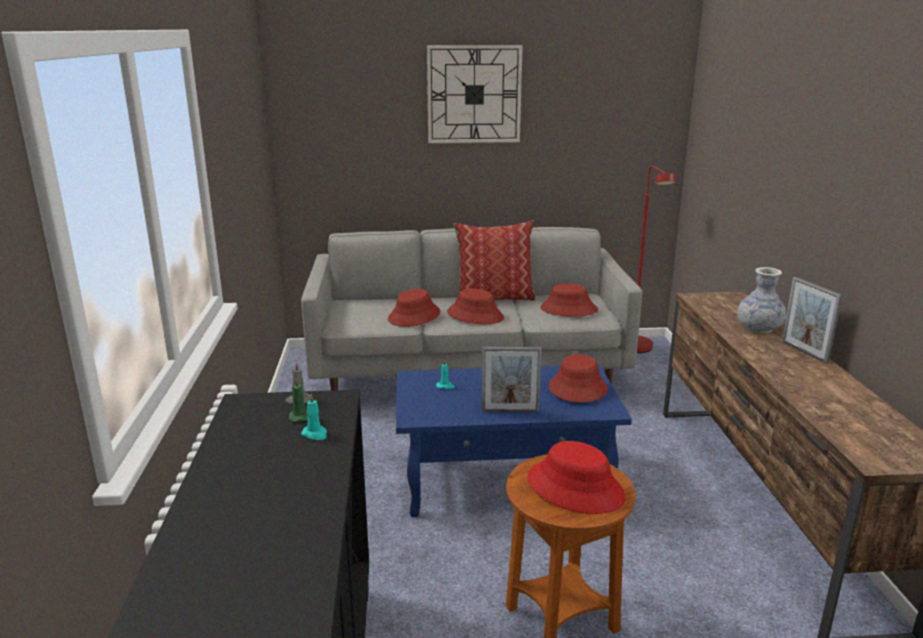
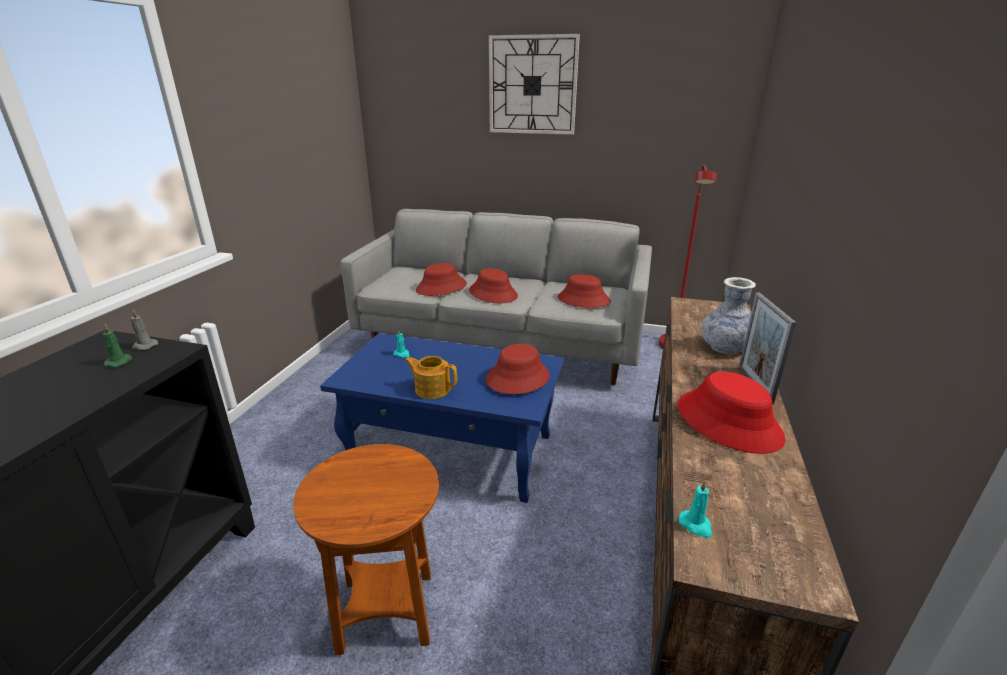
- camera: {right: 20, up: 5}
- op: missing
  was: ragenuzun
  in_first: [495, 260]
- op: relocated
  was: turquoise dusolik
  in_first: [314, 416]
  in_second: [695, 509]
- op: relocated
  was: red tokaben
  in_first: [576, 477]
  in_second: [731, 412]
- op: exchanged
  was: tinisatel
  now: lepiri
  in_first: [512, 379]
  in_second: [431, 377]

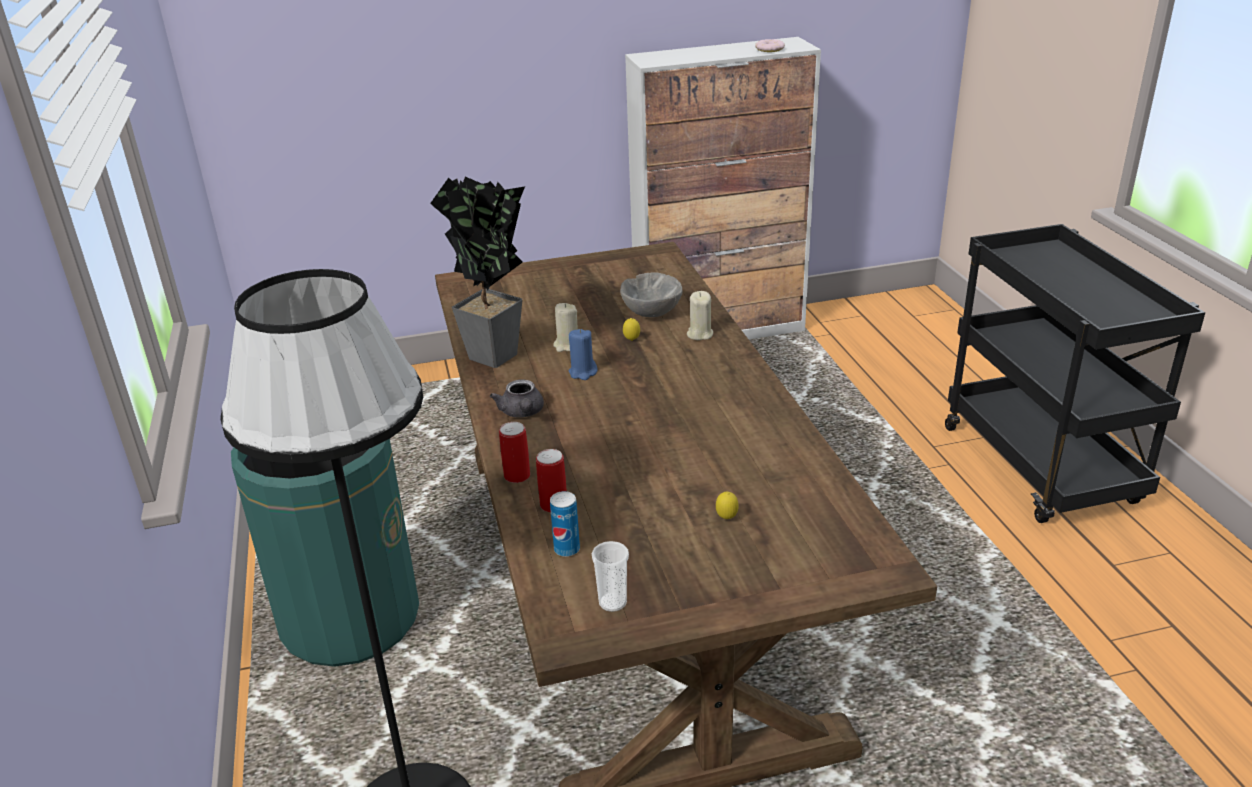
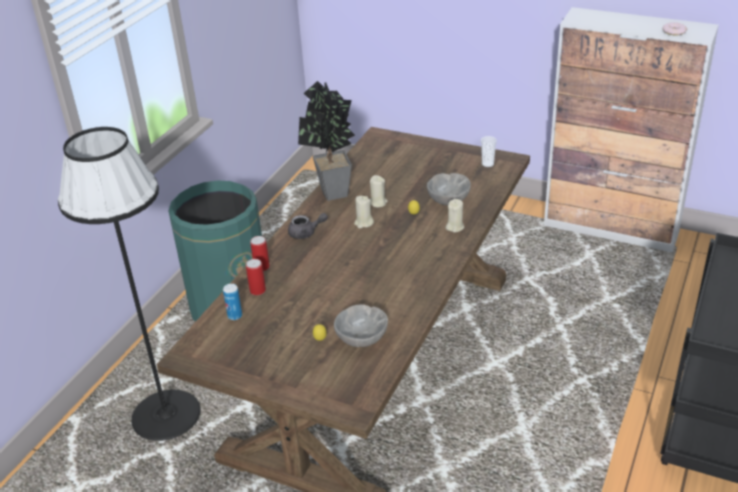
- camera: {right: 40, up: 5}
- op: appeared
  now: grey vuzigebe
  in_second: [361, 325]
- op: relocated
  was: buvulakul
  in_first: [610, 576]
  in_second: [489, 151]
- op: colour
  was: blue dusolik
  now: beige dusolik
  in_first: [583, 354]
  in_second: [364, 212]
- op: spun
  was: grey lepiri
  in_first: [517, 398]
  in_second: [308, 226]
  clockwise: -120

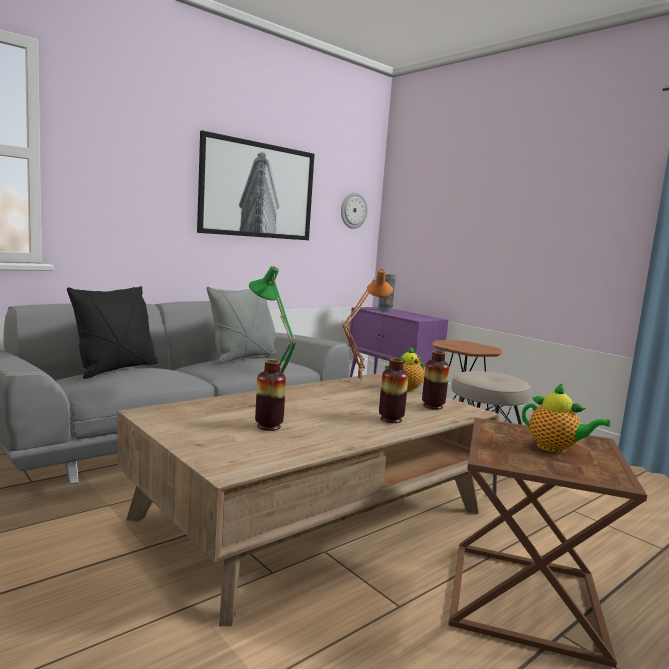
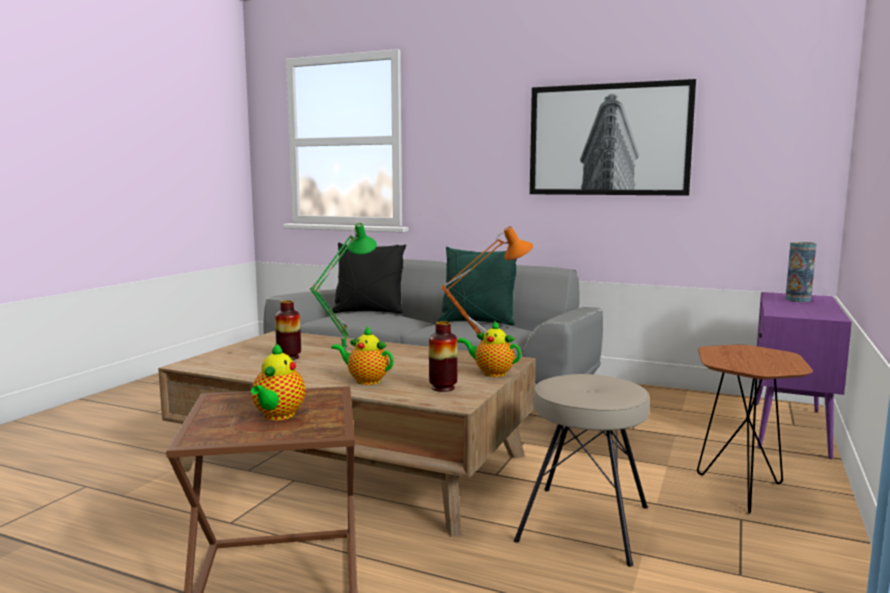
- camera: {right: 65, up: 0}
- op: missing
  was: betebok
  in_first: [354, 210]
- op: exchanged
  was: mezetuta
  now: lepiri
  in_first: [393, 390]
  in_second: [362, 355]
- op: colour
  was: grey ragenuzun
  now: green ragenuzun
  in_first: [241, 326]
  in_second: [477, 286]

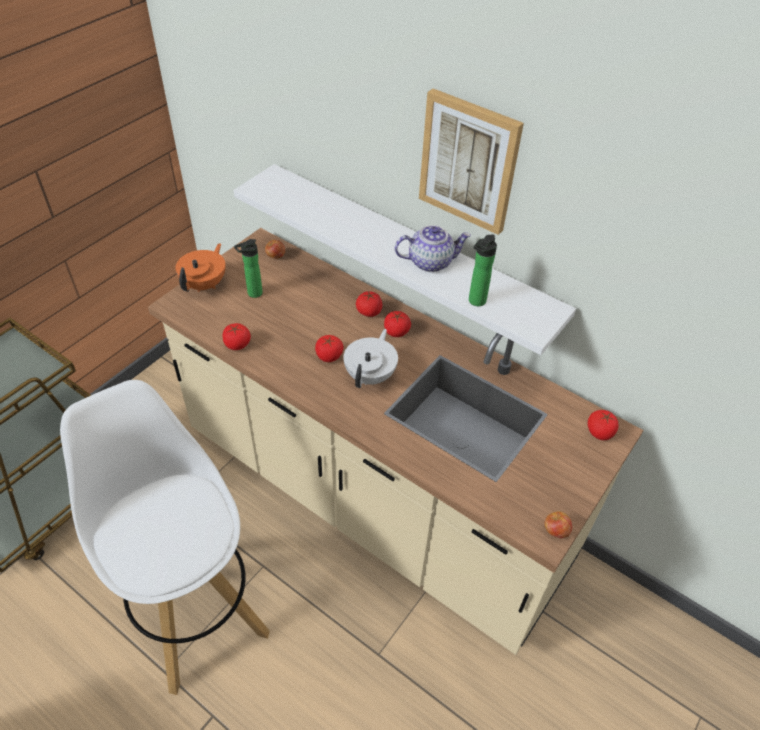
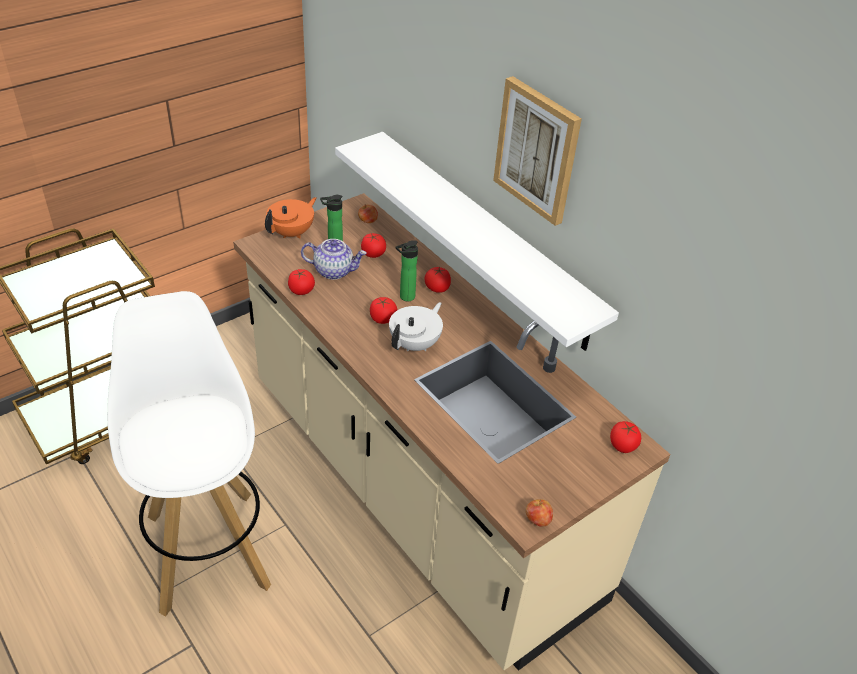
- camera: {right: 15, up: -5}
- op: relocated
  was: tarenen
  in_first: [397, 324]
  in_second: [373, 245]
- op: relocated
  was: lepiri
  in_first: [433, 248]
  in_second: [333, 259]
- op: relocated
  was: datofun
  in_first: [483, 270]
  in_second: [407, 270]

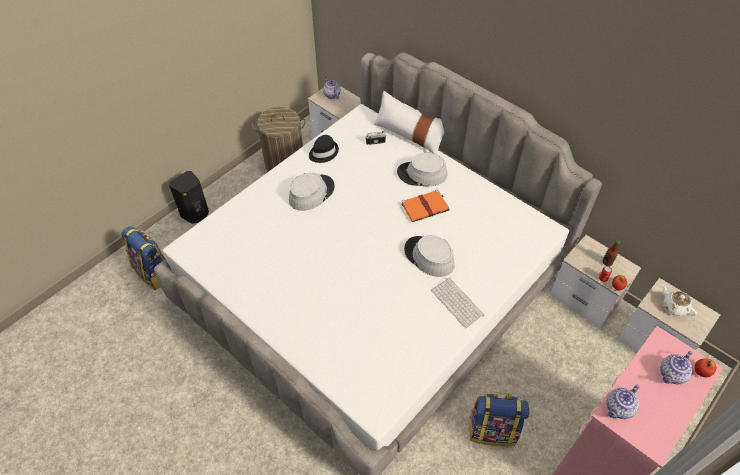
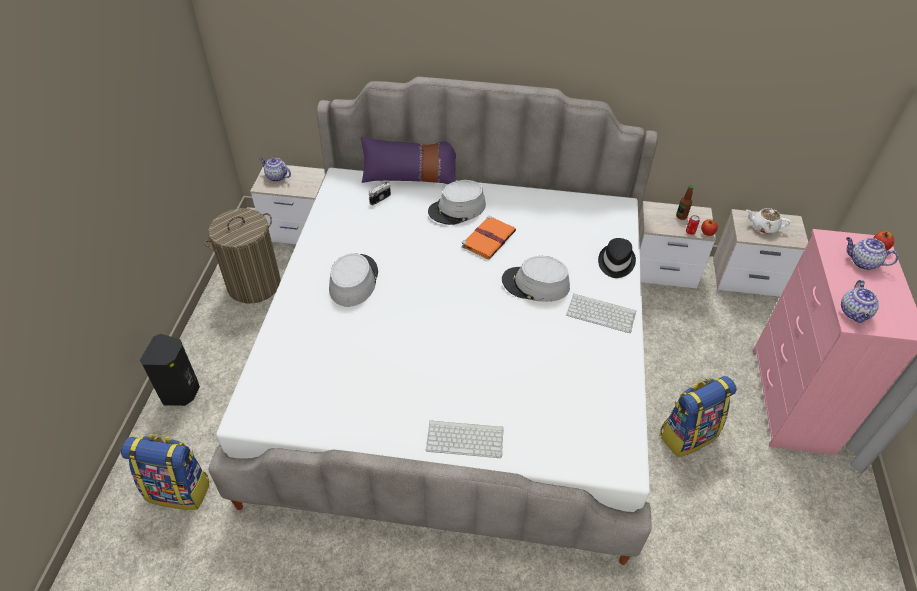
- camera: {right: -35, up: -5}
- op: appeared
  now: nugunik
  in_second: [465, 439]
- op: relocated
  was: black tokaben
  in_first: [324, 149]
  in_second: [617, 258]
- op: colour
  was: white ragenuzun
  now: purple ragenuzun
  in_first: [408, 122]
  in_second: [408, 160]
- op: spun
  was: lepiri
  in_first: [676, 367]
  in_second: [872, 253]
  clockwise: 105

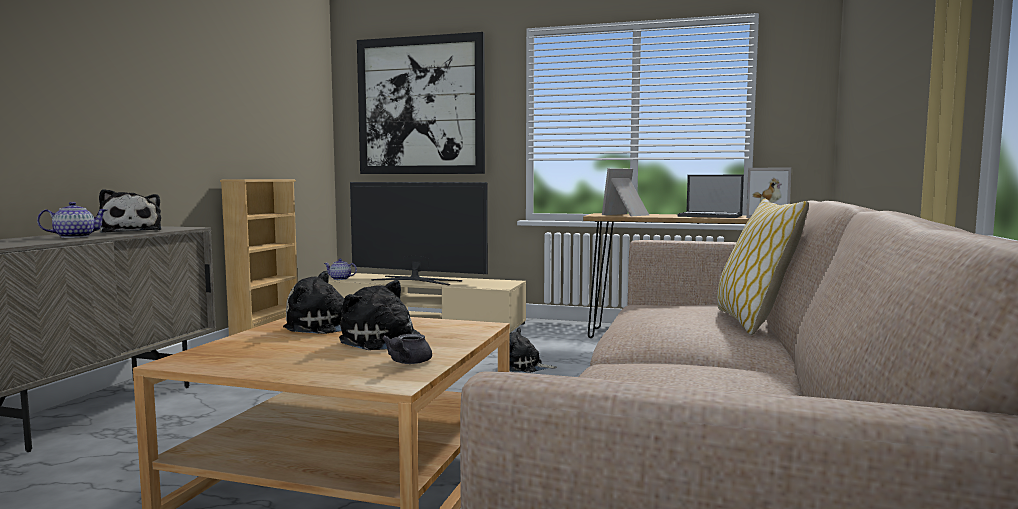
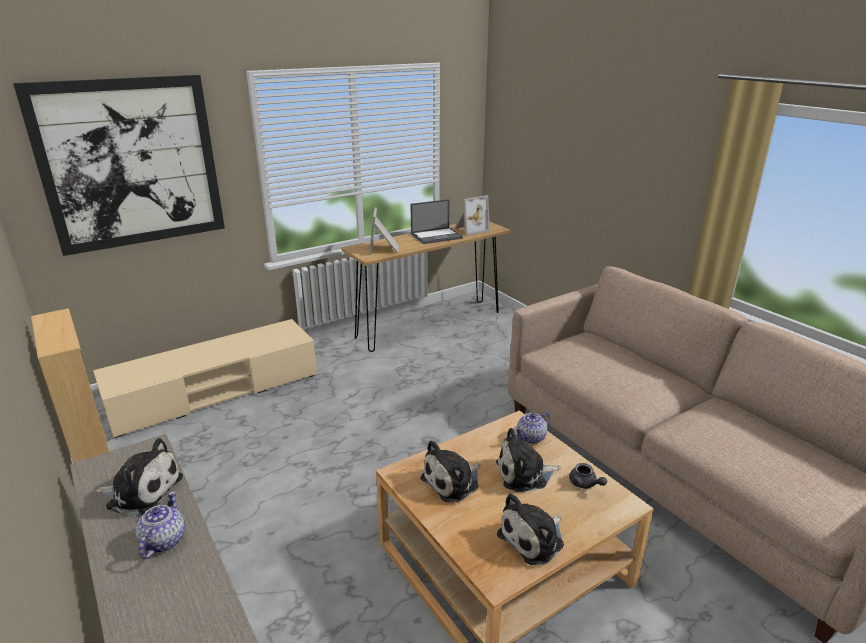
- camera: {right: -50, up: 20}
- op: missing
  was: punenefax
  in_first: [419, 233]
- op: missing
  was: ragenuzun
  in_first: [763, 267]
- op: relocated
  was: lepiri
  in_first: [340, 269]
  in_second: [532, 427]
- op: relocated
  was: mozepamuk
  in_first: [533, 350]
  in_second: [530, 529]

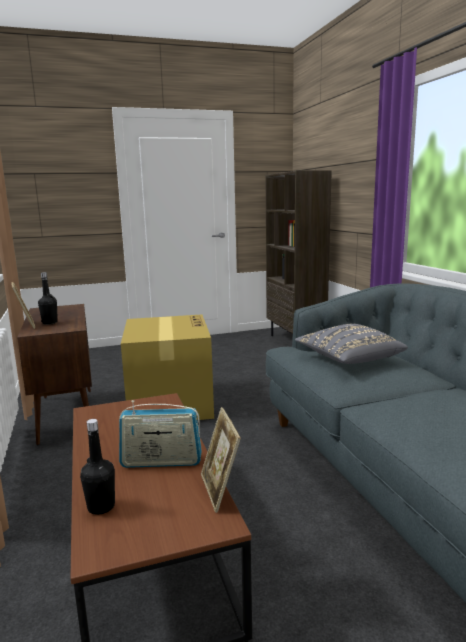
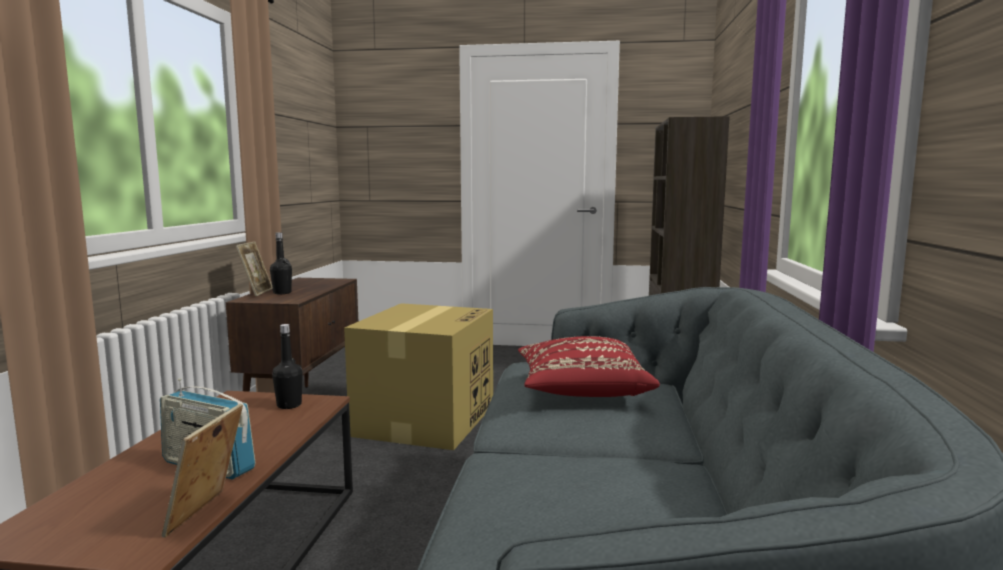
- camera: {right: 25, up: -5}
- op: relocated
  was: black datofun
  in_first: [97, 467]
  in_second: [287, 366]
- op: colour
  was: grey ragenuzun
  now: red ragenuzun
  in_first: [351, 344]
  in_second: [589, 366]

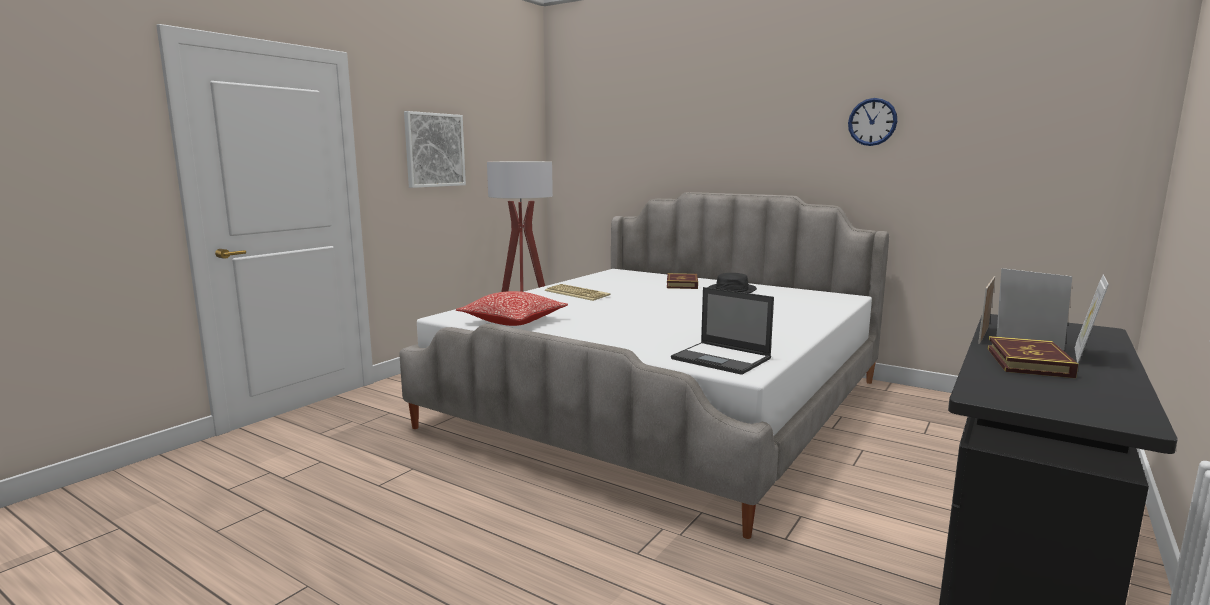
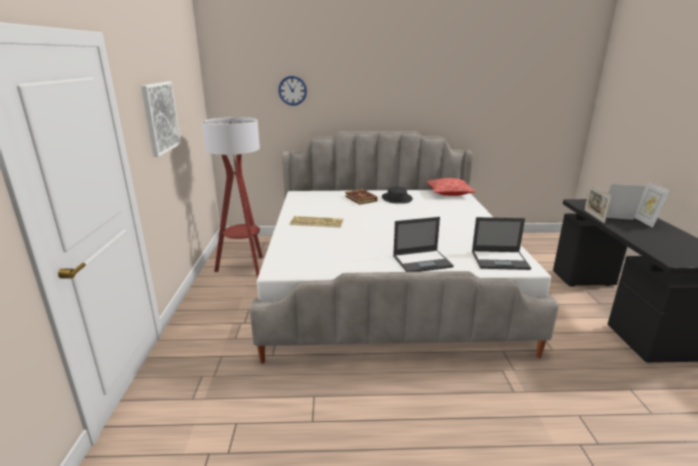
- camera: {right: -35, up: 10}
- op: missing
  was: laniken
  in_first: [1032, 357]
- op: appeared
  now: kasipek
  in_second: [423, 244]
- op: relocated
  was: ragenuzun
  in_first: [512, 308]
  in_second: [451, 187]
- op: relocated
  was: betebok
  in_first: [872, 122]
  in_second: [292, 91]

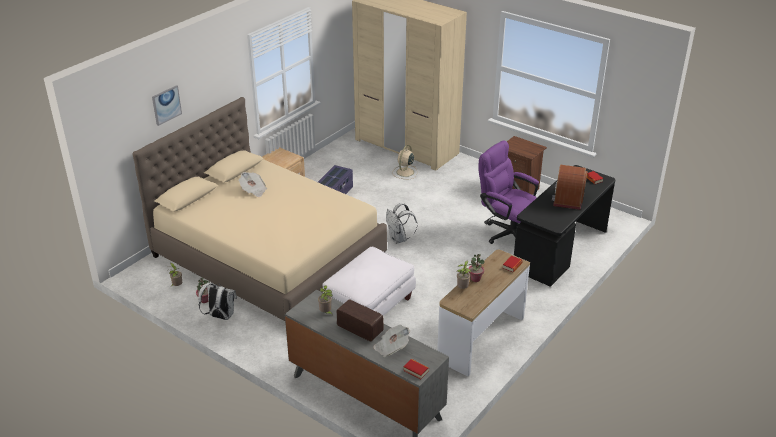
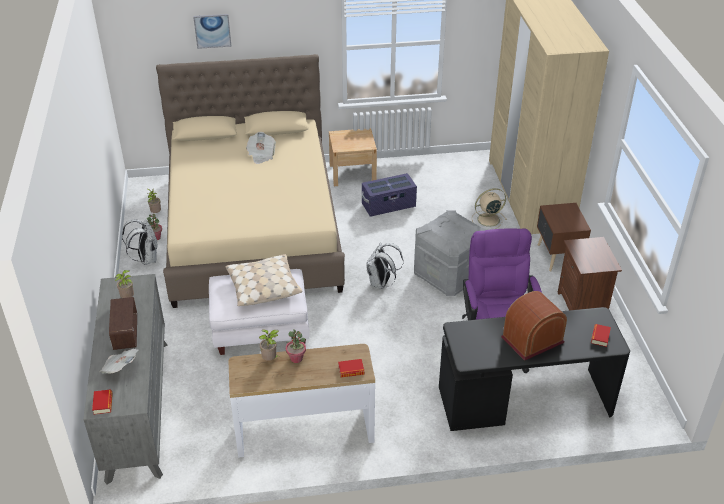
- camera: {right: 45, up: 5}
- op: appeared
  now: beige ragenuzun
  in_second: [264, 280]
- op: appeared
  now: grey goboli
  in_second: [450, 253]
- op: appeared
  now: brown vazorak
  in_second: [564, 237]

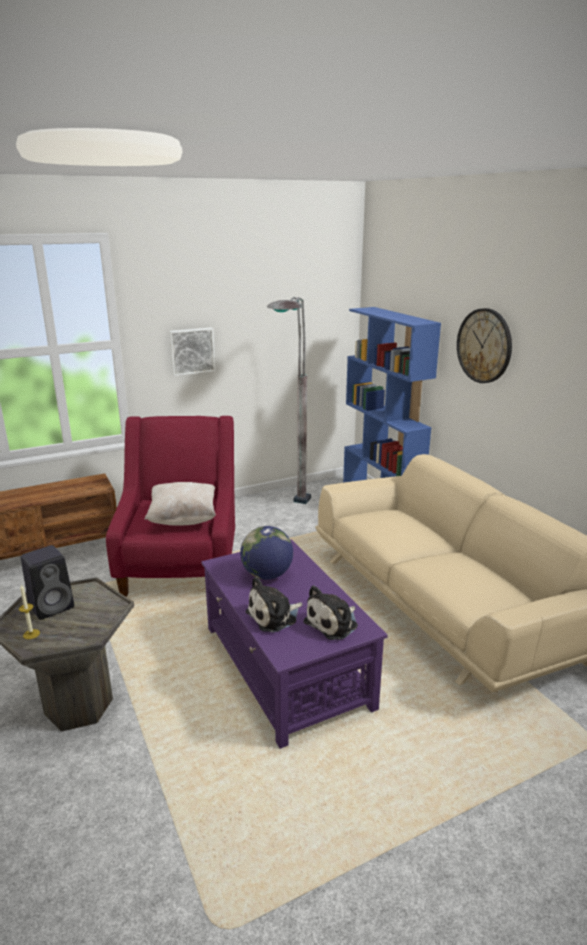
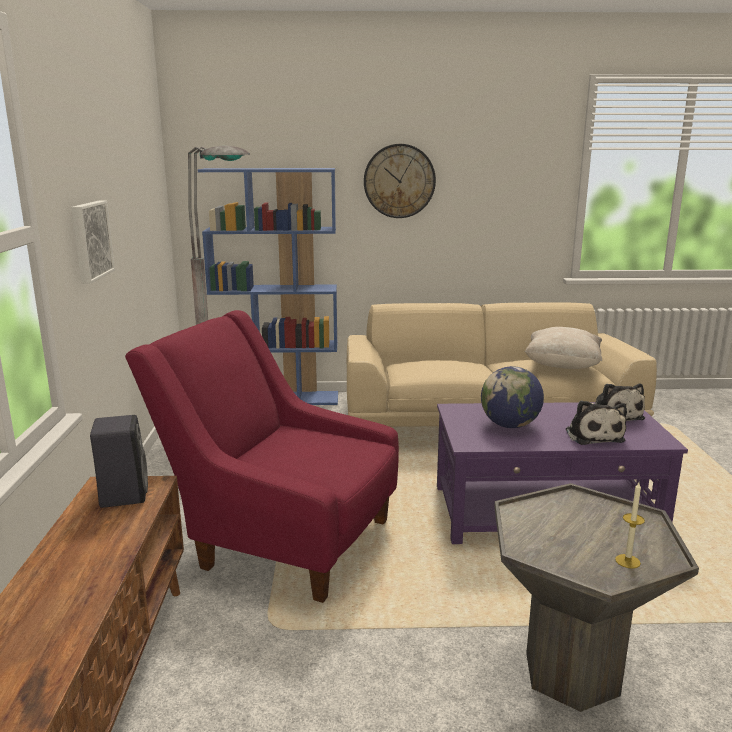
- camera: {right: -65, up: -5}
- op: relocated
  was: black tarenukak
  in_first: [47, 582]
  in_second: [119, 461]
- op: relocated
  was: beige ragenuzun
  in_first: [180, 503]
  in_second: [563, 348]

